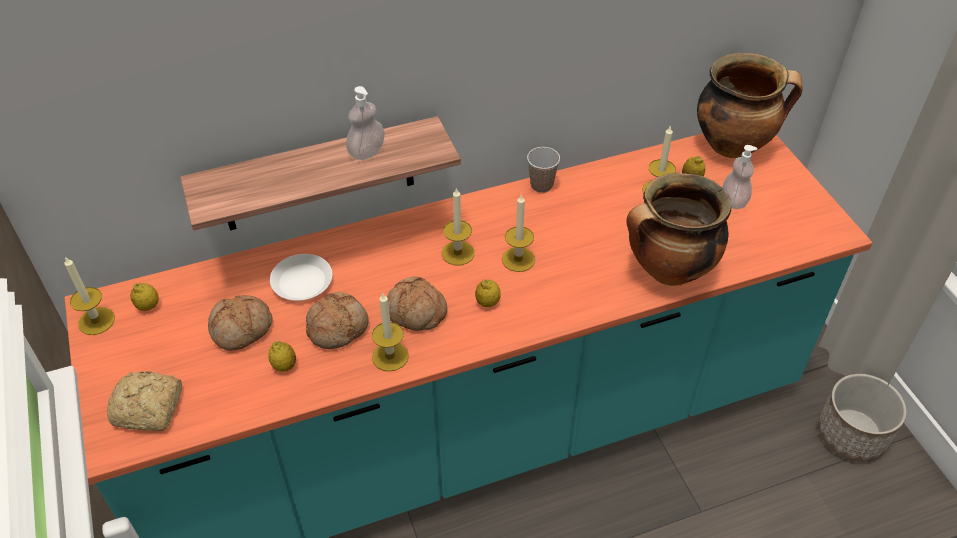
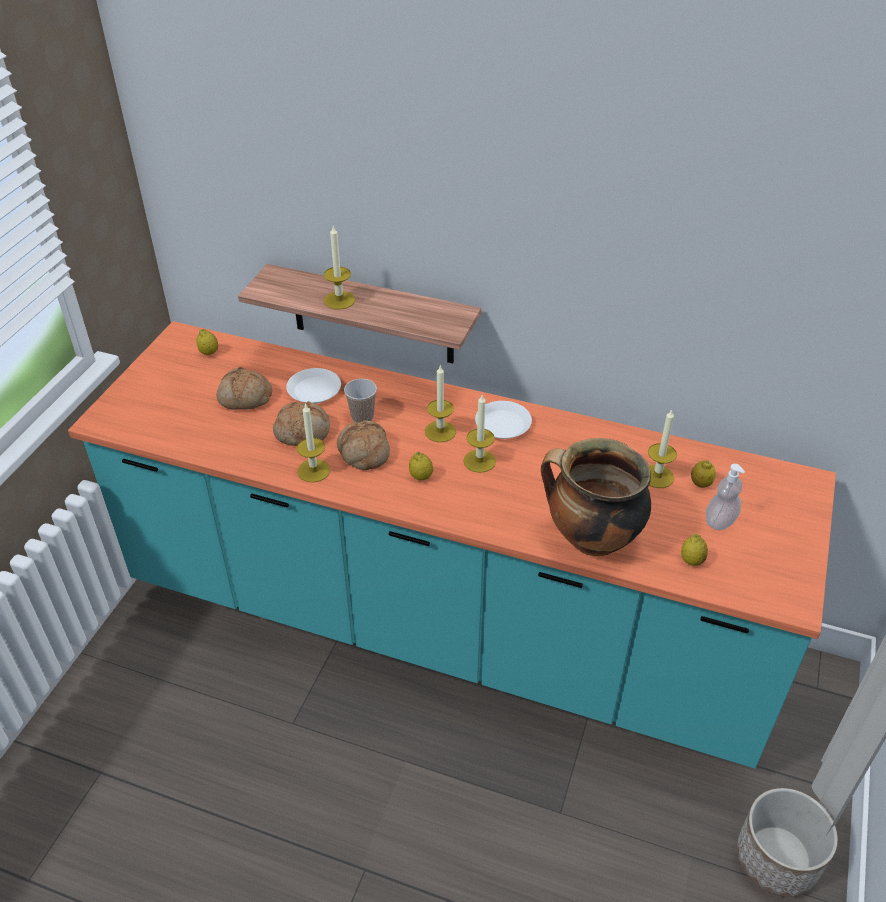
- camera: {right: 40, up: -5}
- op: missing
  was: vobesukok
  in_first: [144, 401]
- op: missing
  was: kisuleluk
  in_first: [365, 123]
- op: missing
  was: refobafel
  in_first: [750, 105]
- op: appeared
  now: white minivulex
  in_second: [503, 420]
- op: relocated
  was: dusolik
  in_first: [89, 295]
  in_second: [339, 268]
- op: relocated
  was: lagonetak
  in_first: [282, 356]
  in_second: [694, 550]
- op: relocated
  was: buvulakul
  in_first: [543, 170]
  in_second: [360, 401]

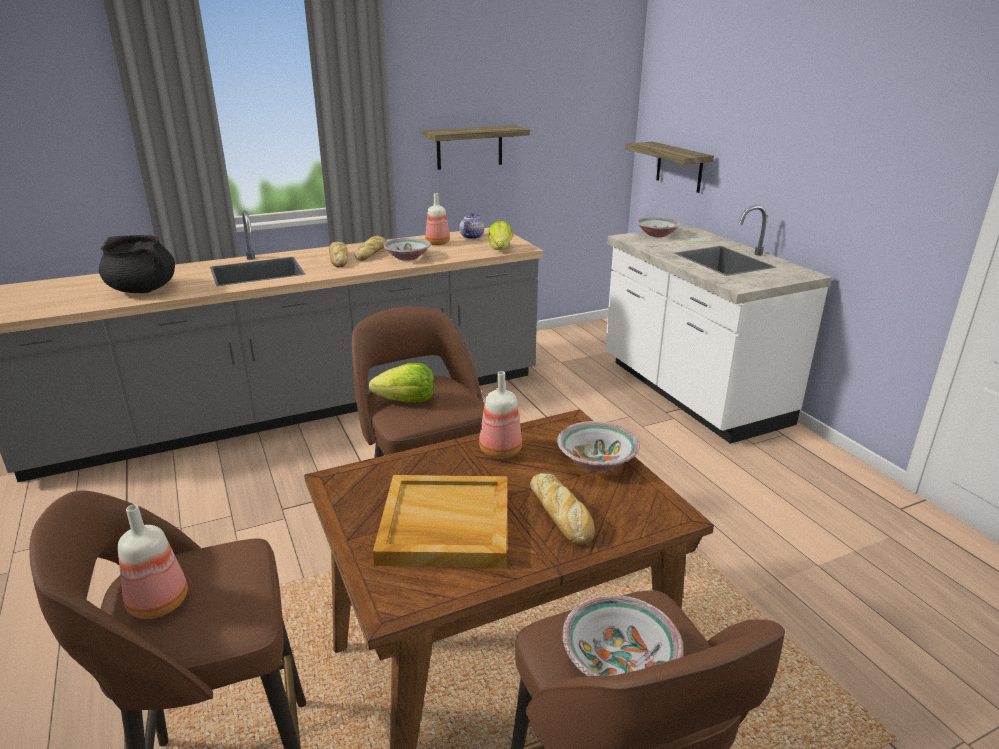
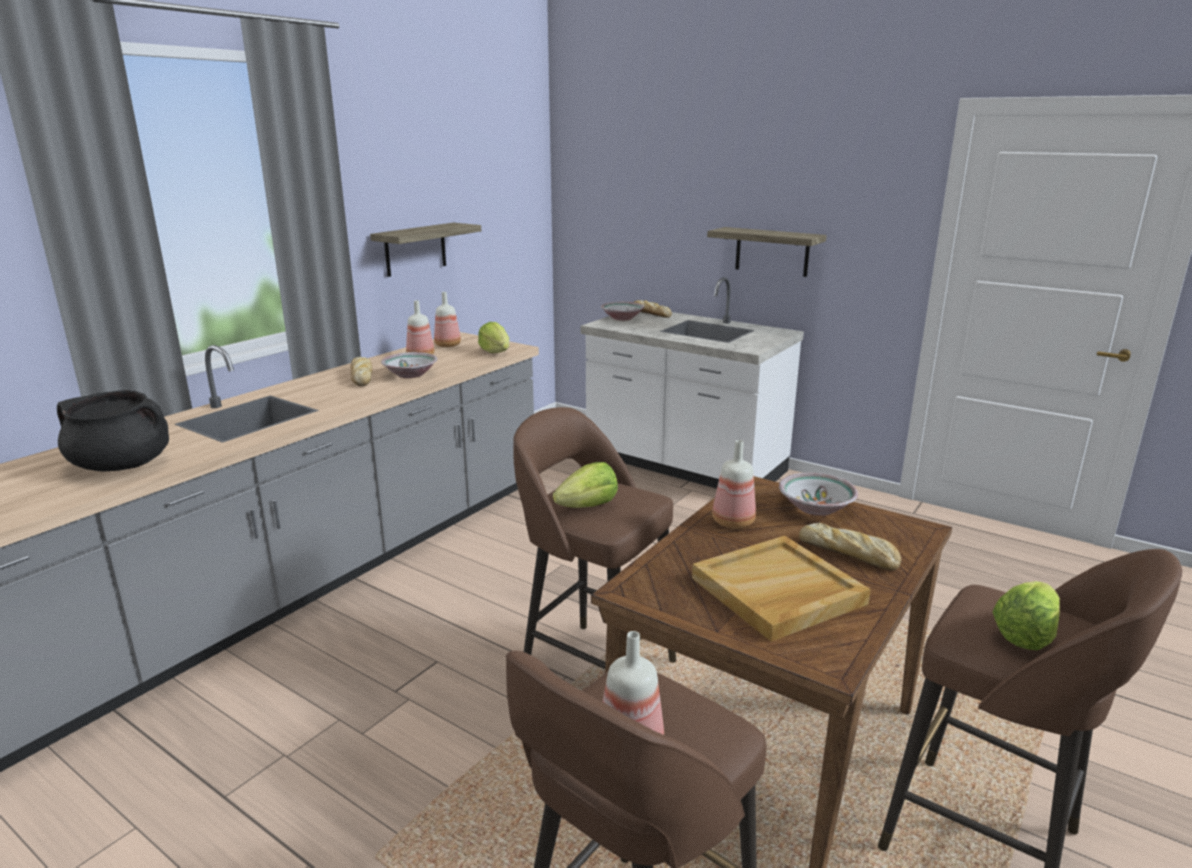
- camera: {right: -30, up: -5}
- op: relocated
  was: vobesukok
  in_first: [338, 255]
  in_second: [653, 309]
- op: relocated
  was: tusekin
  in_first: [669, 167]
  in_second: [767, 252]
- op: exchanged
  was: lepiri
  now: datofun
  in_first: [472, 226]
  in_second: [447, 319]
- op: exchanged
  was: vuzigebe
  now: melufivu
  in_first: [622, 635]
  in_second: [1026, 616]

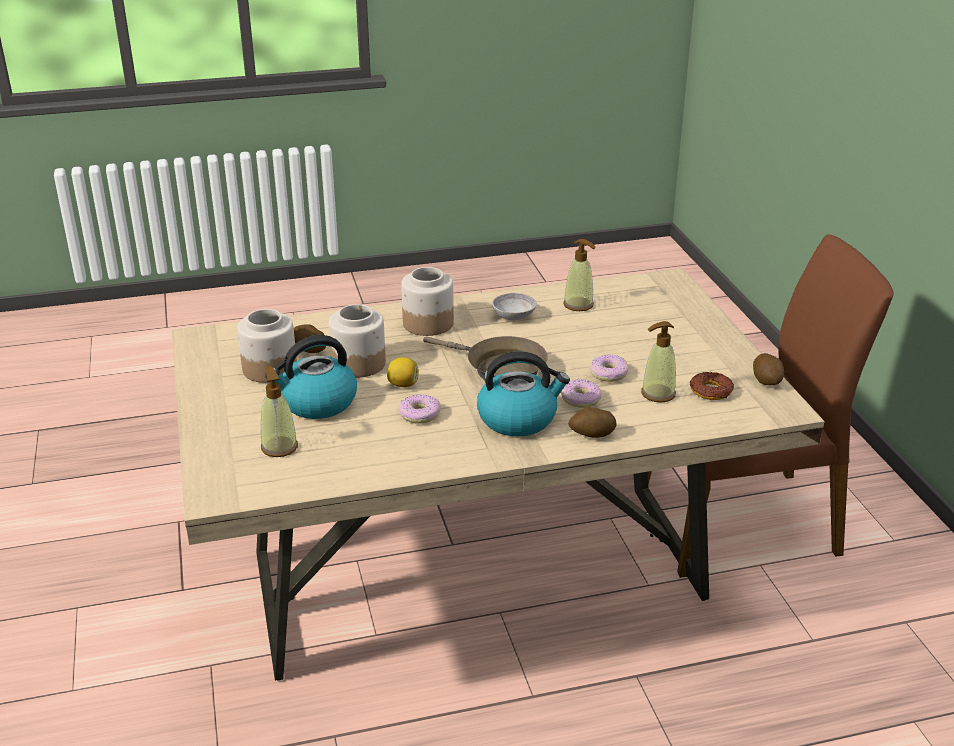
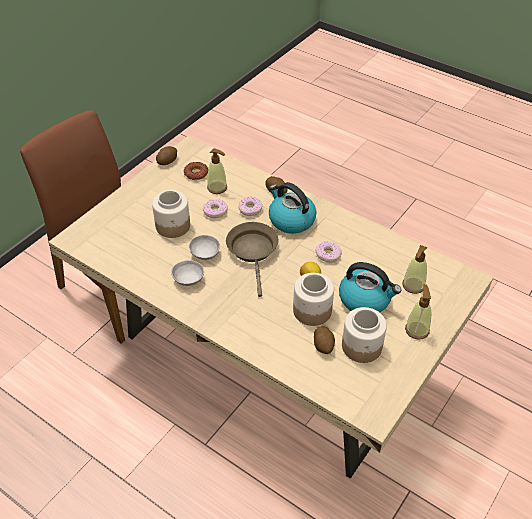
- camera: {right: -130, up: 15}
- op: appeared
  now: grey vuzigebe
  in_second: [204, 247]
- op: relocated
  was: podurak
  in_first: [427, 301]
  in_second: [171, 214]
- op: relocated
  was: kisuleluk
  in_first: [579, 275]
  in_second: [418, 312]

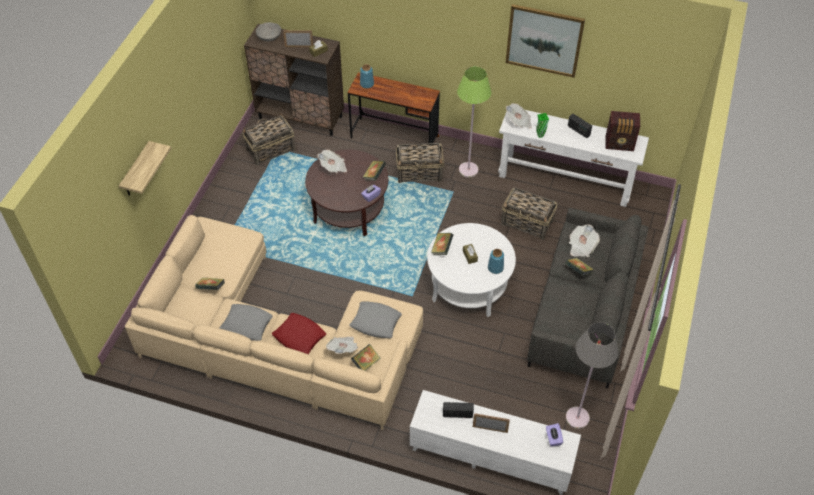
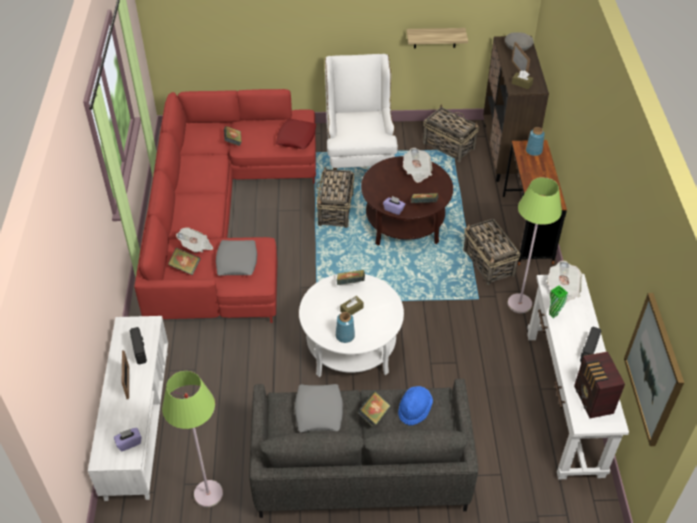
- camera: {right: 70, up: -5}
- op: appeared
  now: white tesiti
  in_second: [361, 112]
- op: relocated
  was: tusekin
  in_first: [145, 168]
  in_second: [437, 38]
- op: relocated
  was: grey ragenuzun
  in_first: [246, 322]
  in_second: [319, 408]
- op: relocated
  was: red ragenuzun
  in_first: [299, 334]
  in_second: [296, 134]
- op: relocated
  was: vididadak
  in_first: [529, 213]
  in_second: [335, 197]
- op: relocated
  was: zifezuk
  in_first: [545, 41]
  in_second: [654, 369]
- op: exchanged
  was: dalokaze
  now: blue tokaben
  in_first: [584, 240]
  in_second: [415, 406]
- op: colour
  was: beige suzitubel
  now: red suzitubel
  in_first: [274, 322]
  in_second: [225, 206]
- op: colour
  was: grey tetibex
  now: green tetibex
  in_first: [592, 375]
  in_second: [192, 439]

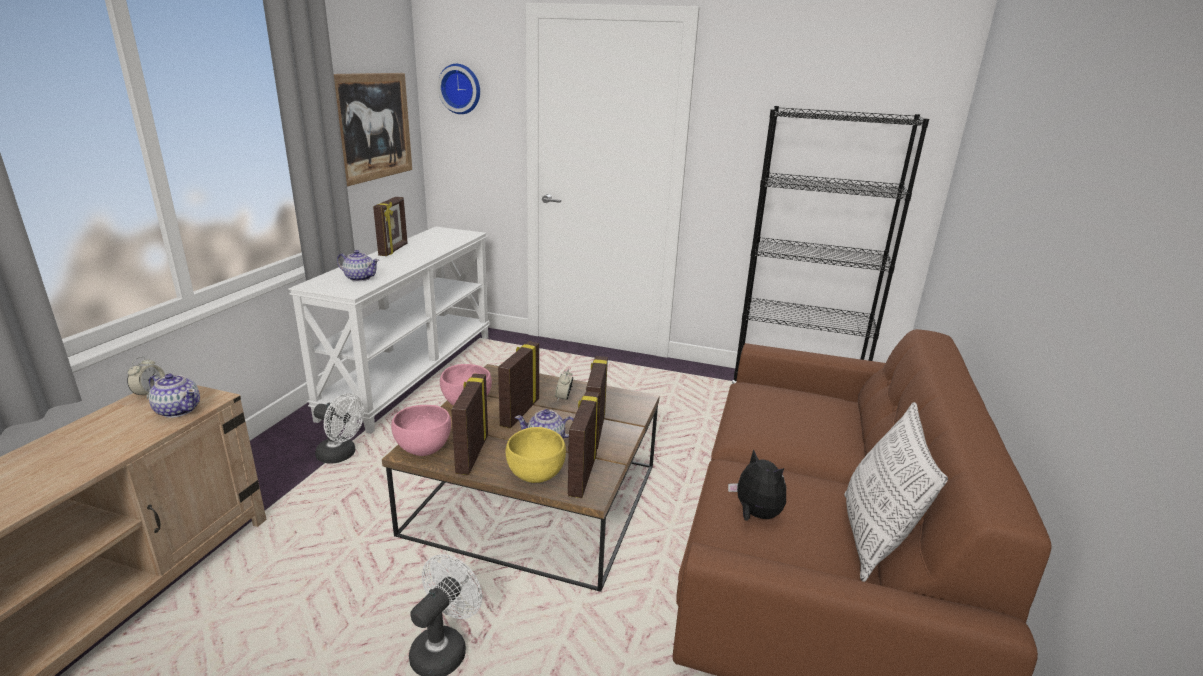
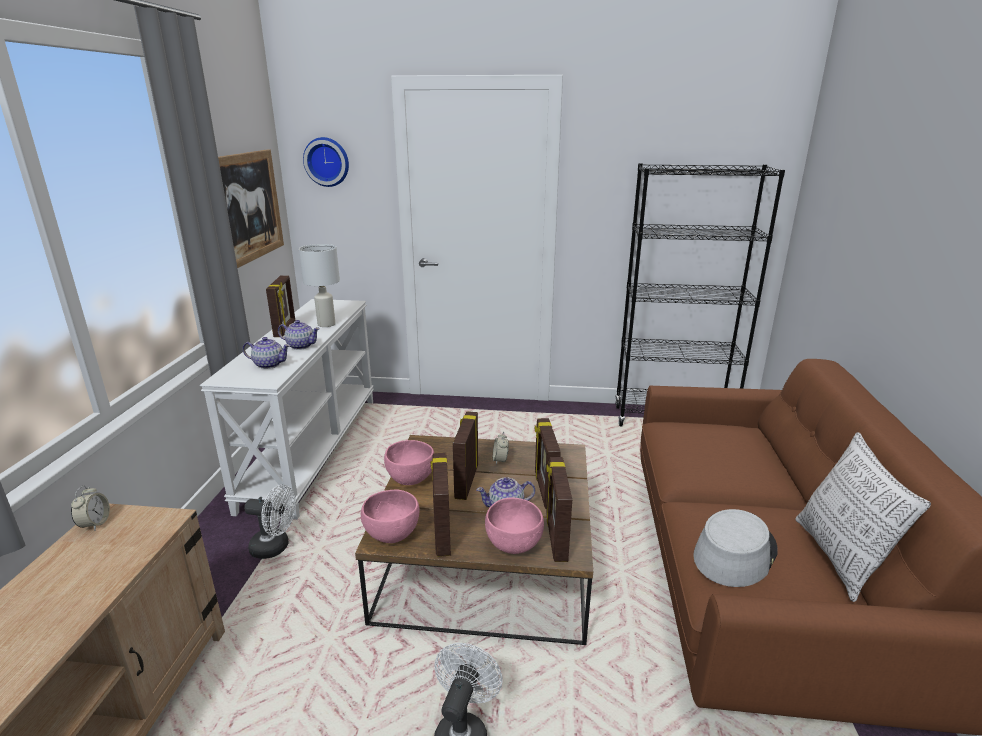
- camera: {right: -10, up: 0}
- op: appeared
  now: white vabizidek
  in_second: [319, 285]
- op: relocated
  was: lepiri
  in_first: [174, 395]
  in_second: [299, 335]
- op: exchanged
  was: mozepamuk
  now: grey tokaben
  in_first: [757, 485]
  in_second: [735, 548]
- op: colour
  was: yellow vuzigebe
  now: pink vuzigebe
  in_first: [535, 455]
  in_second: [514, 525]

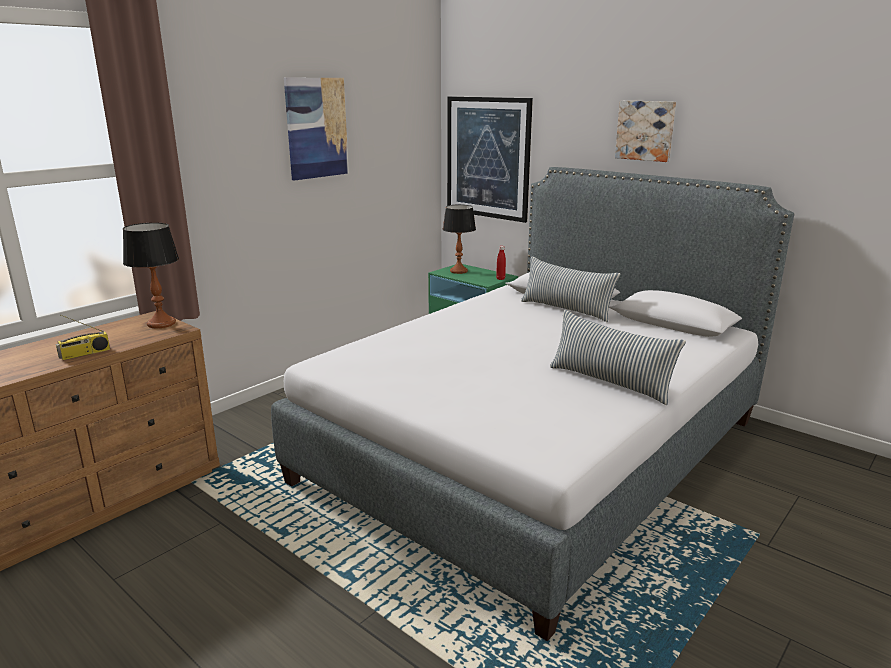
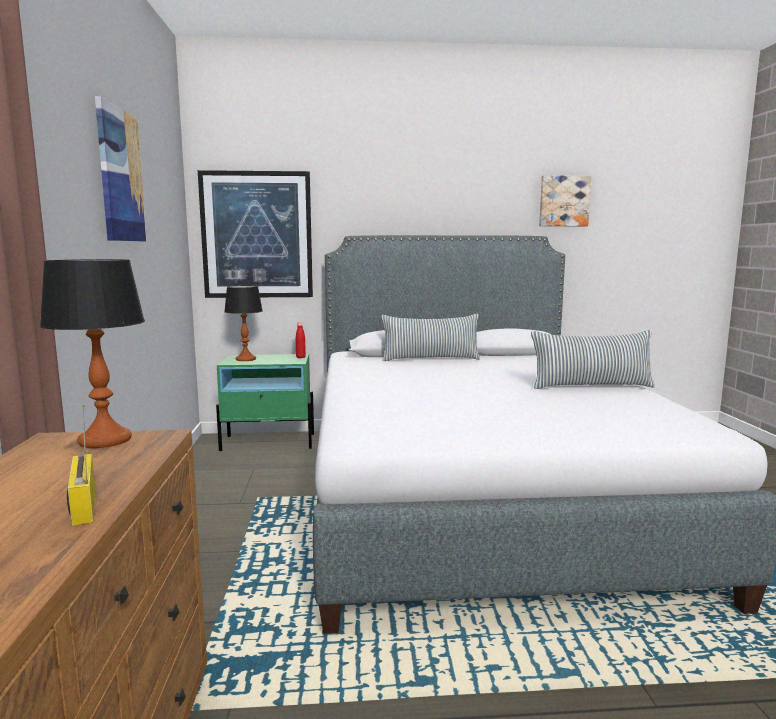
- camera: {right: -45, up: -10}
- op: relocated
  was: zifezuk
  in_first: [645, 131]
  in_second: [565, 200]
- op: spun
  was: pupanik
  in_first: [83, 337]
  in_second: [81, 465]
  clockwise: 150

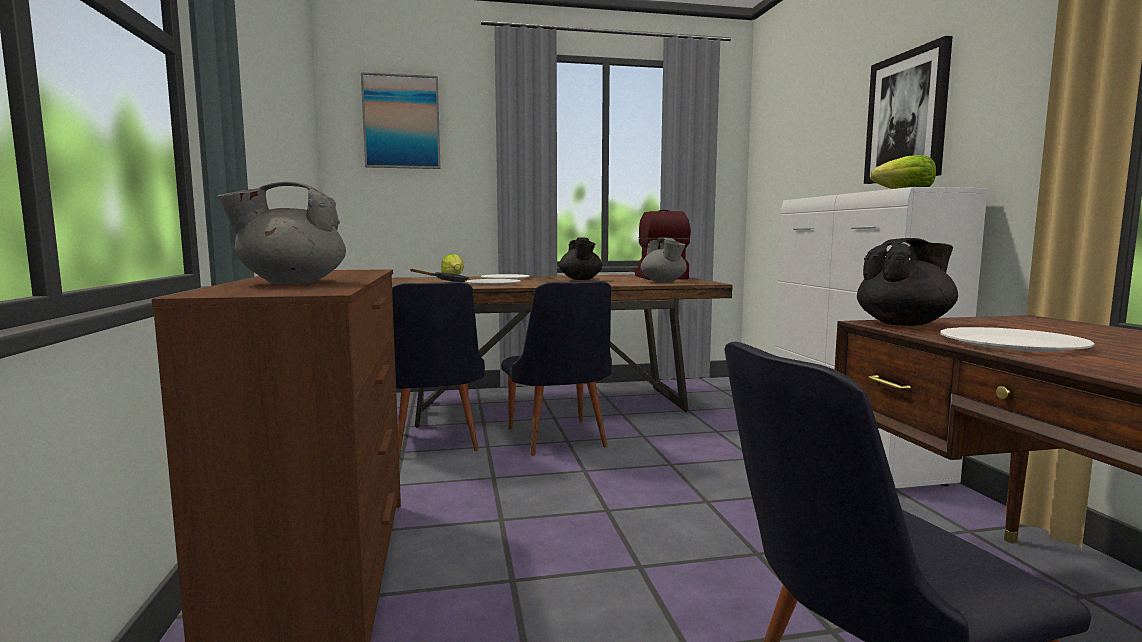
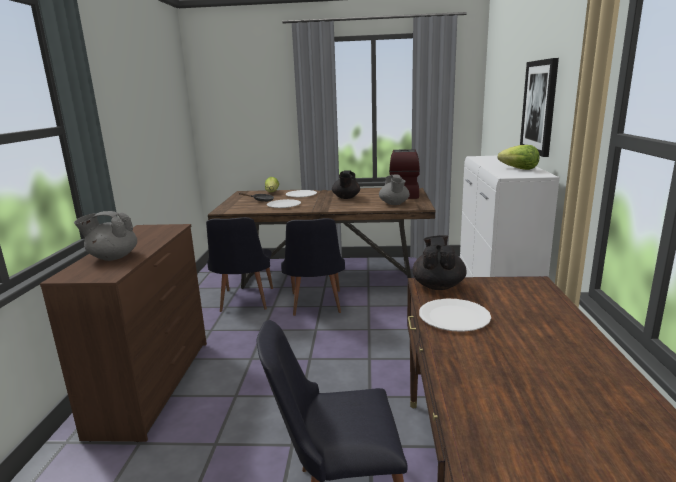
- camera: {right: 15, up: 10}
- op: missing
  was: zifezuk
  in_first: [400, 120]
- op: spun
  was: black lepiri
  in_first: [907, 282]
  in_second: [440, 262]
  clockwise: -75

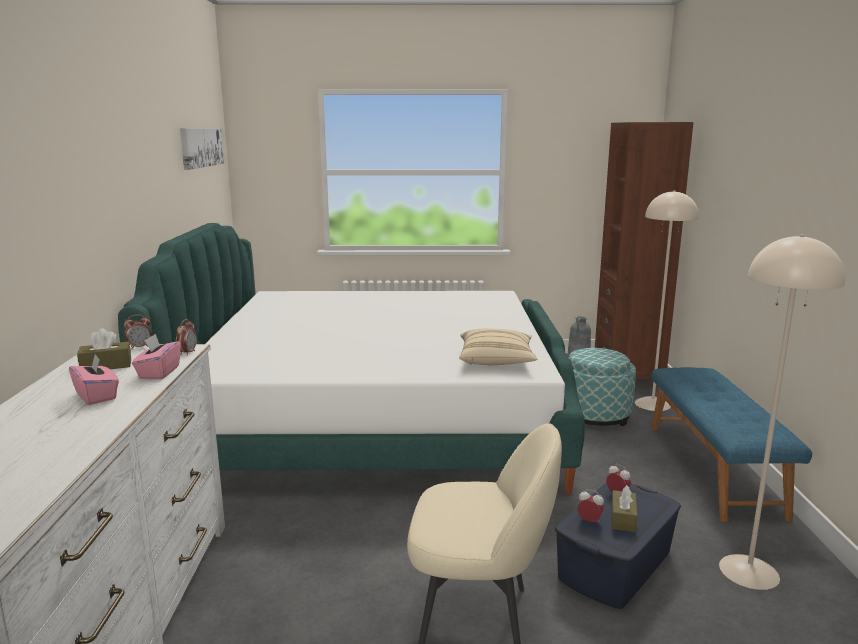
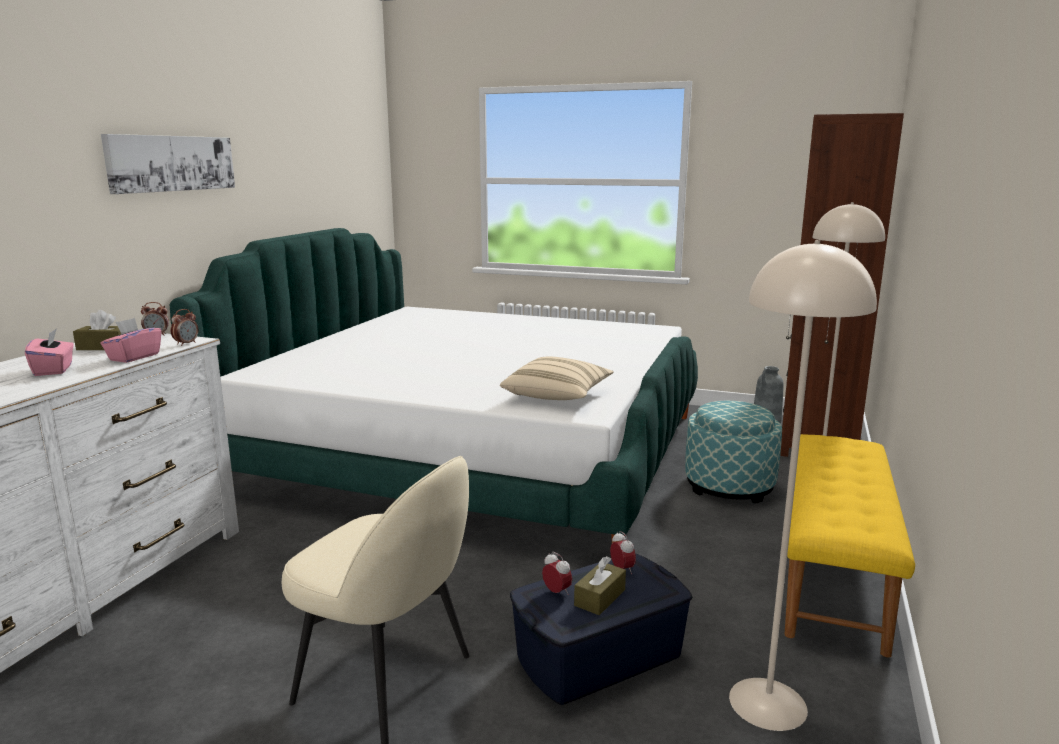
- camera: {right: 20, up: 0}
- op: relocated
  was: zifezuk
  in_first: [202, 149]
  in_second: [168, 164]
- op: colour
  was: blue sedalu
  now: yellow sedalu
  in_first: [731, 444]
  in_second: [850, 546]

